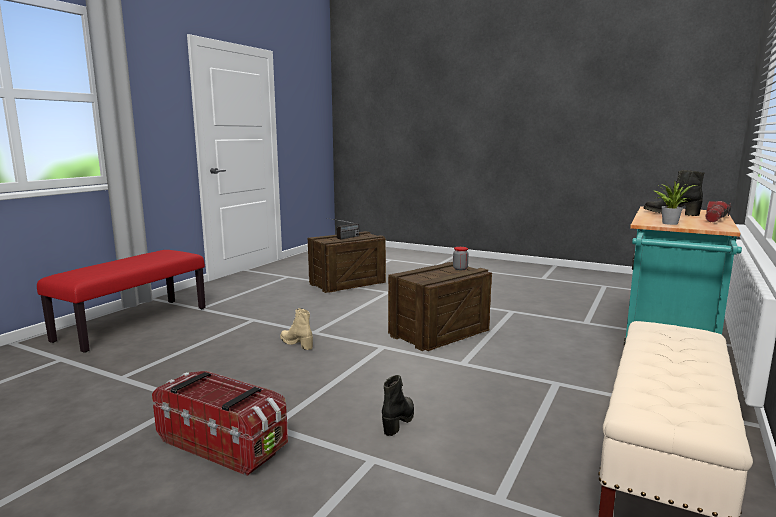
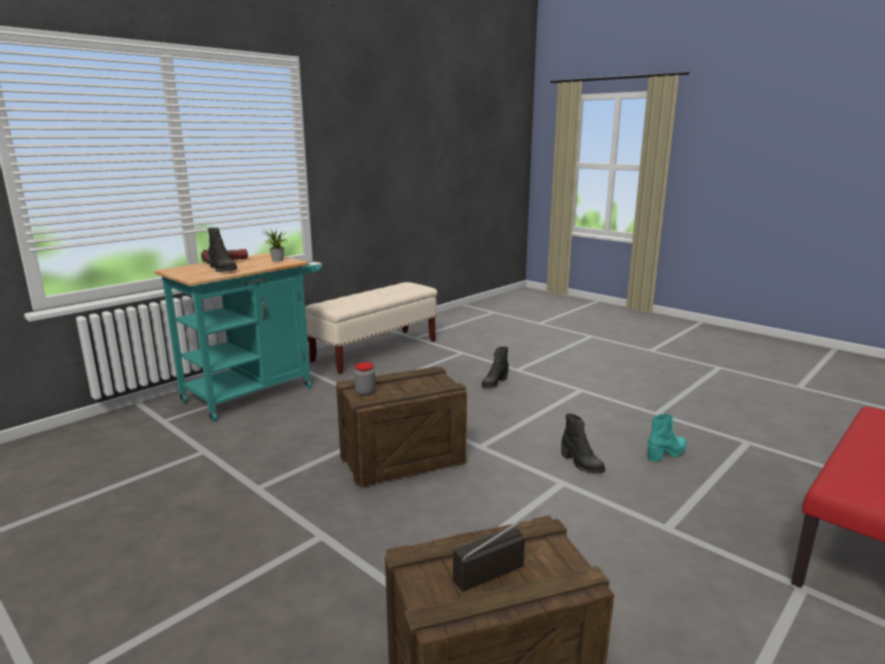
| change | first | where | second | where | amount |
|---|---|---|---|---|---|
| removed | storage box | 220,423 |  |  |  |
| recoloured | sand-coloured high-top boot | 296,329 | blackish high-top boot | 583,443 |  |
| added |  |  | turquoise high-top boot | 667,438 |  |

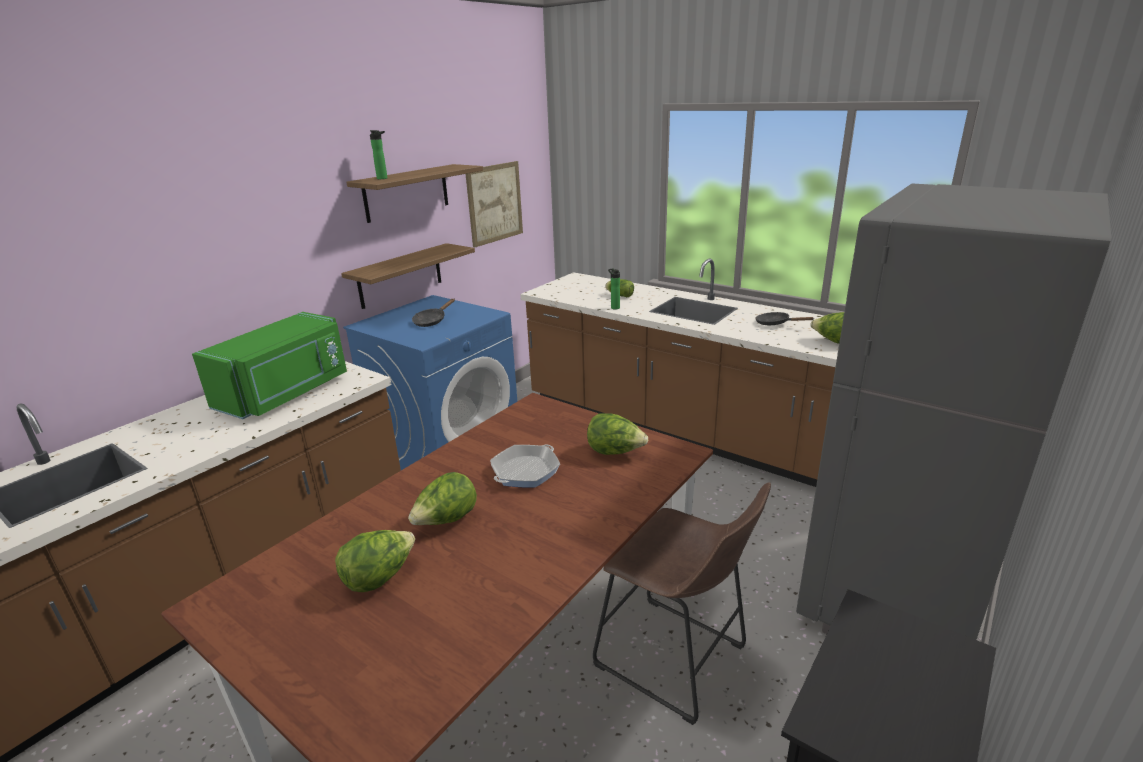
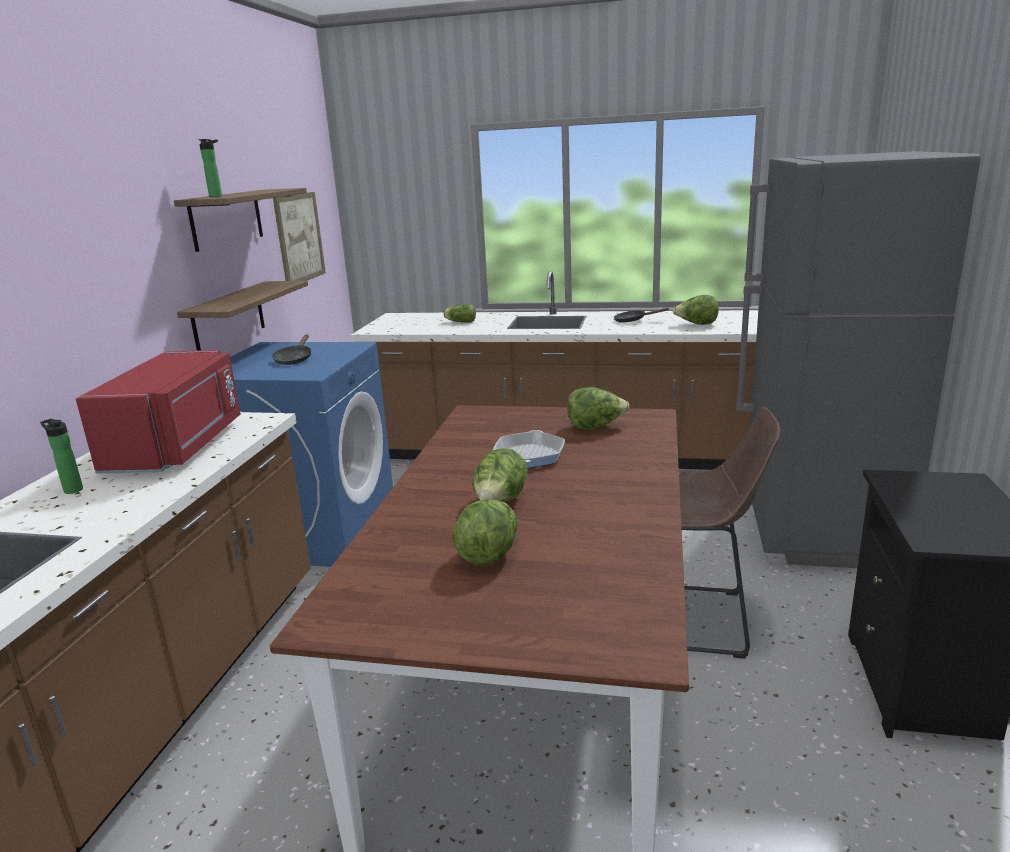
| change | first | where | second | where | amount |
|---|---|---|---|---|---|
| recoloured | green-coloured kitchen microwave | 269,365 | red kitchen microwave | 158,412 |  |
| moved | bottle | 614,289 |  | 61,456 |  |

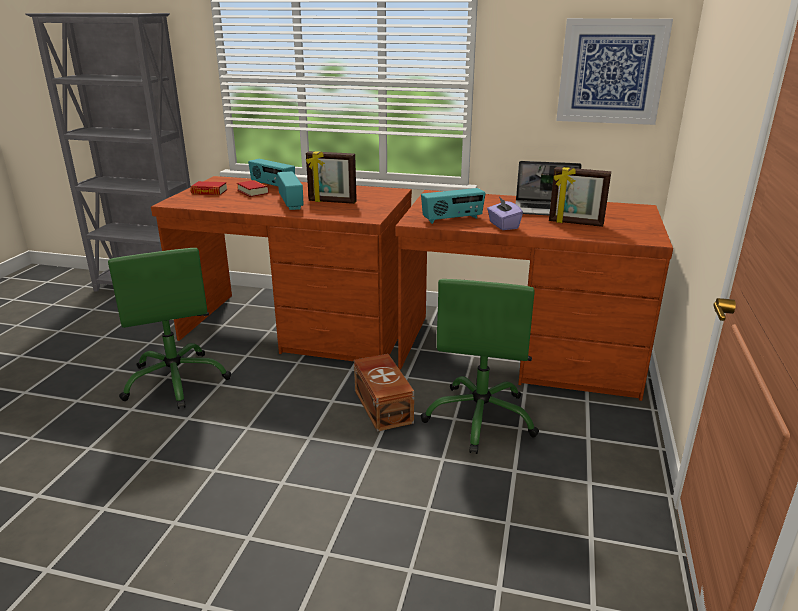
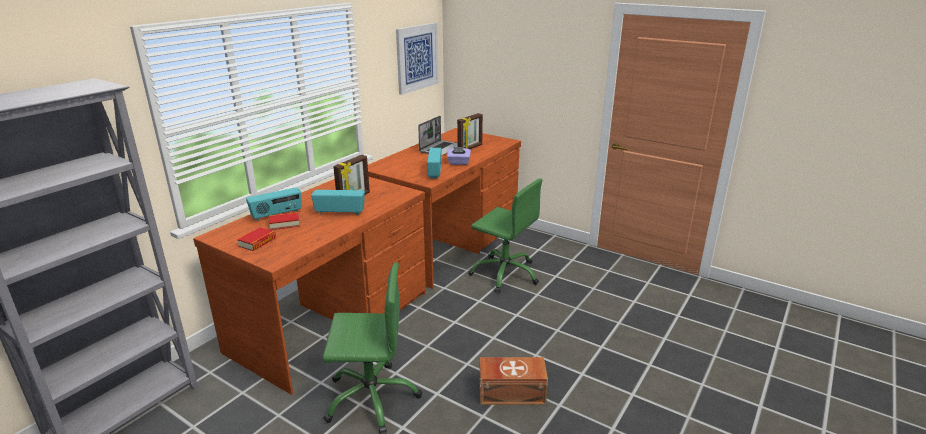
| change | first | where | second | where | amount |
|---|---|---|---|---|---|
| moved | brown-coloured storage box | 384,393 |  | 514,381 |  |

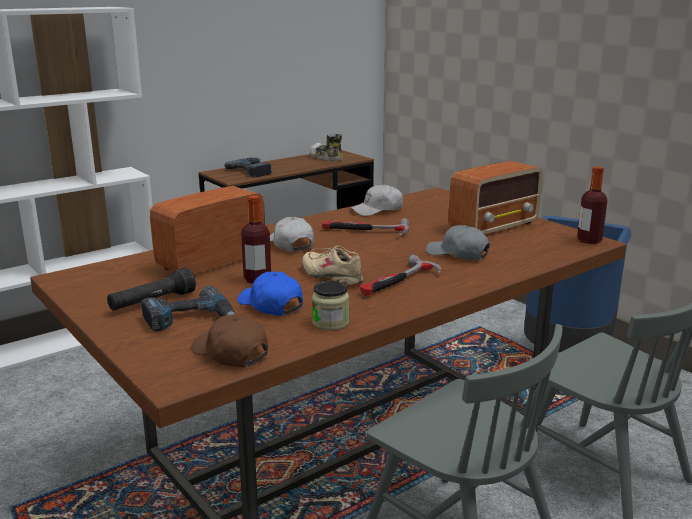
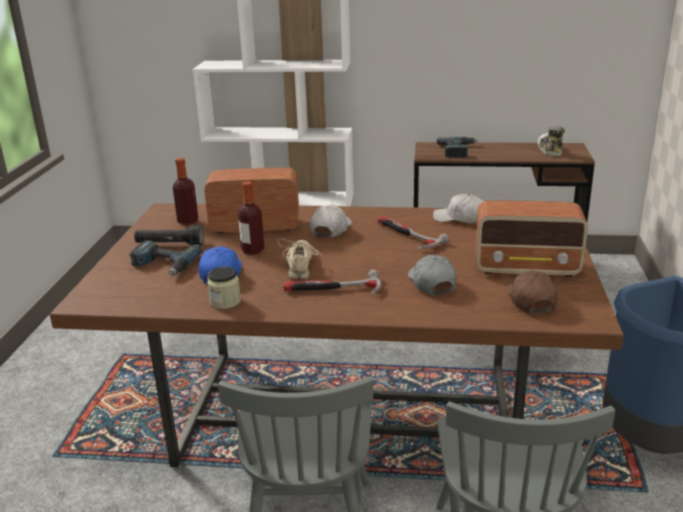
| change | first | where | second | where | amount |
|---|---|---|---|---|---|
| moved | brown-coloured baseball cap | 229,341 |  | 532,291 |  |
| moved | bottle | 592,205 |  | 185,191 |  |

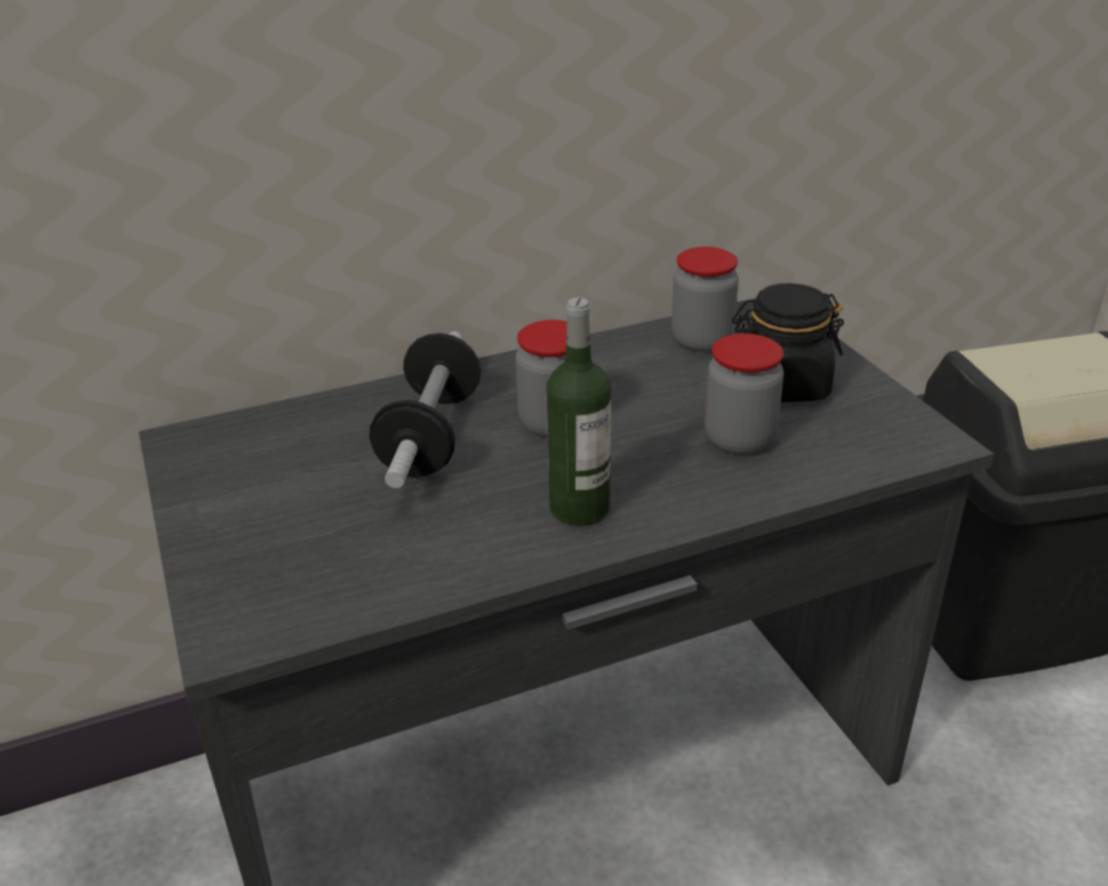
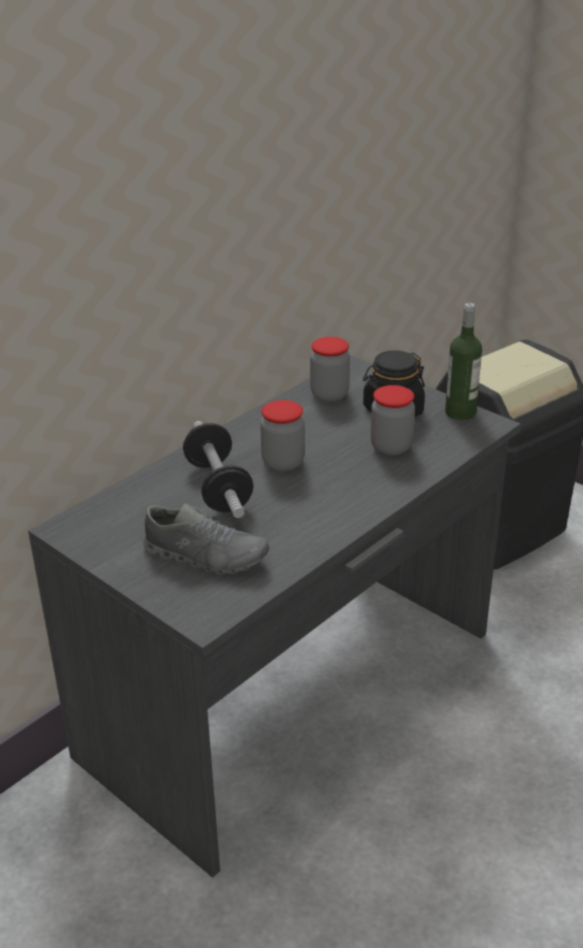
| change | first | where | second | where | amount |
|---|---|---|---|---|---|
| moved | bottle | 578,411 |  | 463,361 |  |
| added |  |  | grey low shoe | 206,539 |  |

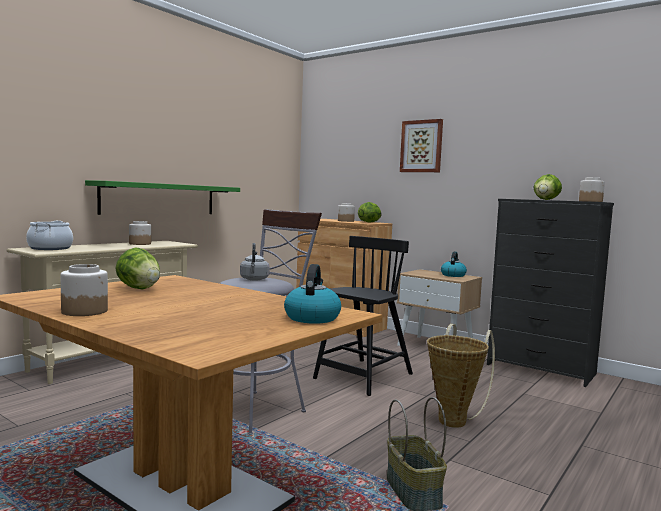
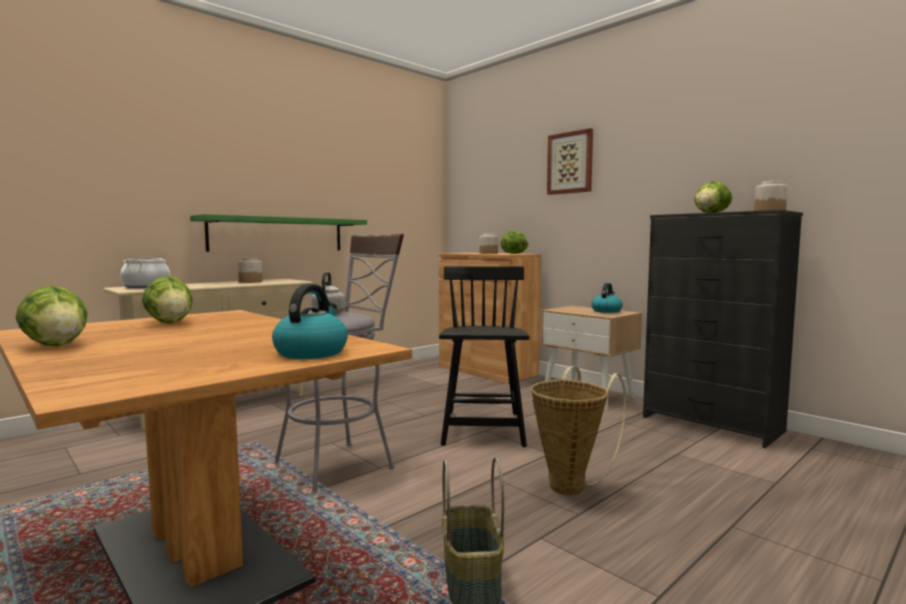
| change | first | where | second | where | amount |
|---|---|---|---|---|---|
| replaced | preserve jar | 84,290 | lettuce | 51,316 |  |
| turned | blackish plain chair | 363,316 |  | 484,356 | 45 degrees counterclockwise |

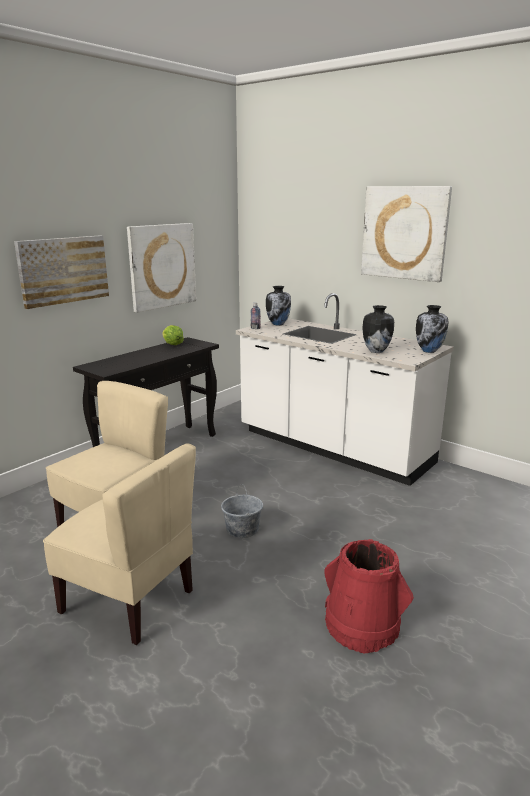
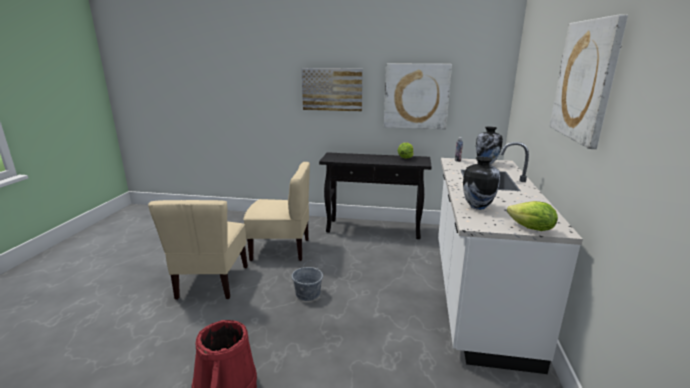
| change | first | where | second | where | amount |
|---|---|---|---|---|---|
| replaced | flower vase | 432,329 | lettuce | 532,216 |  |

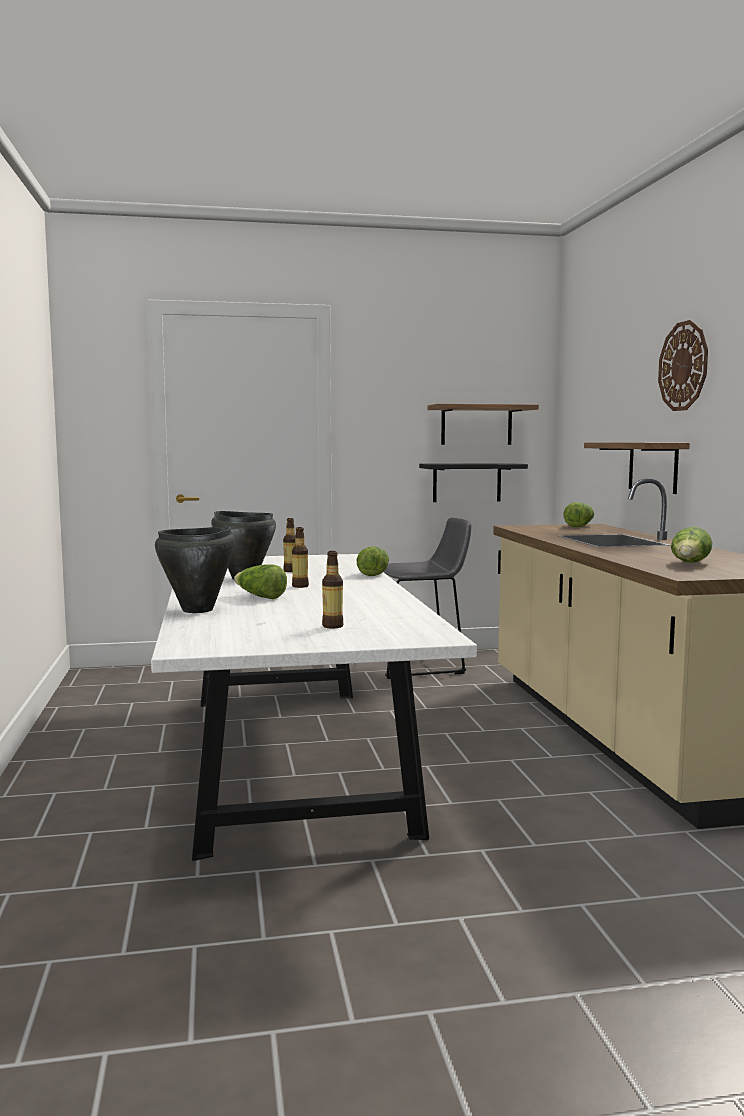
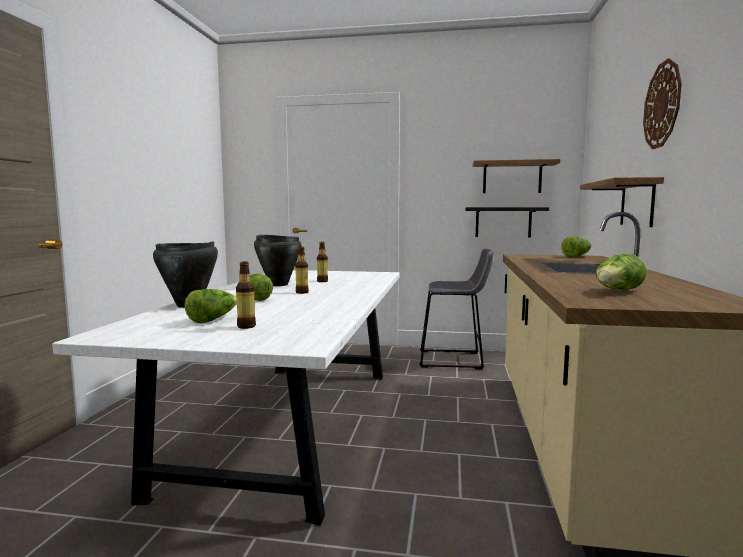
| change | first | where | second | where | amount |
|---|---|---|---|---|---|
| moved | lettuce | 373,561 |  | 211,306 |  |

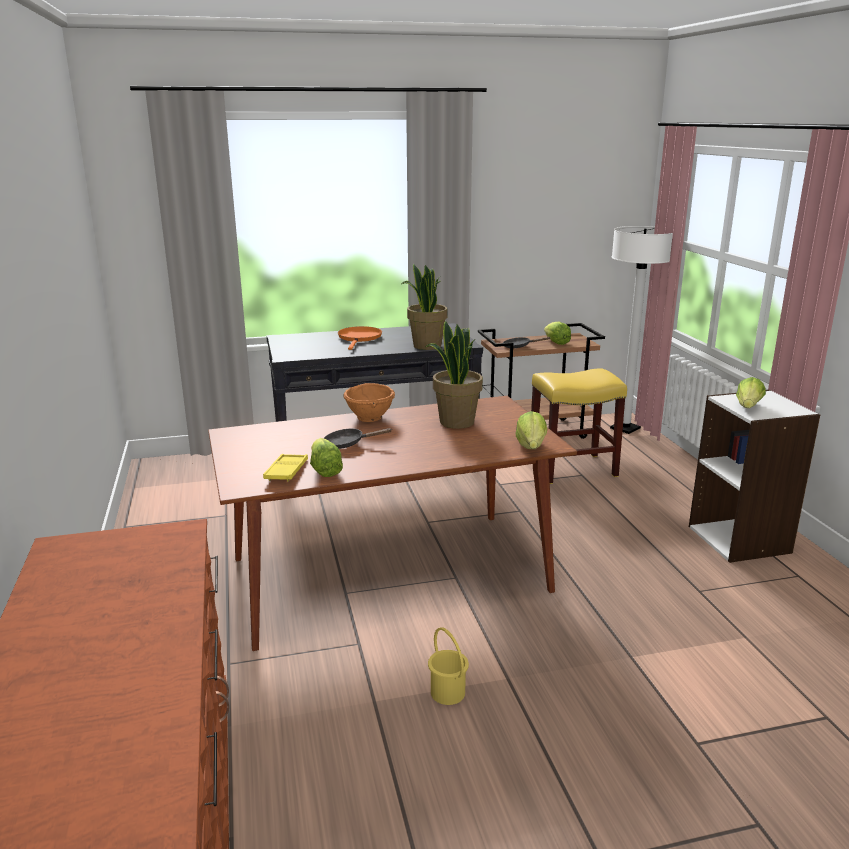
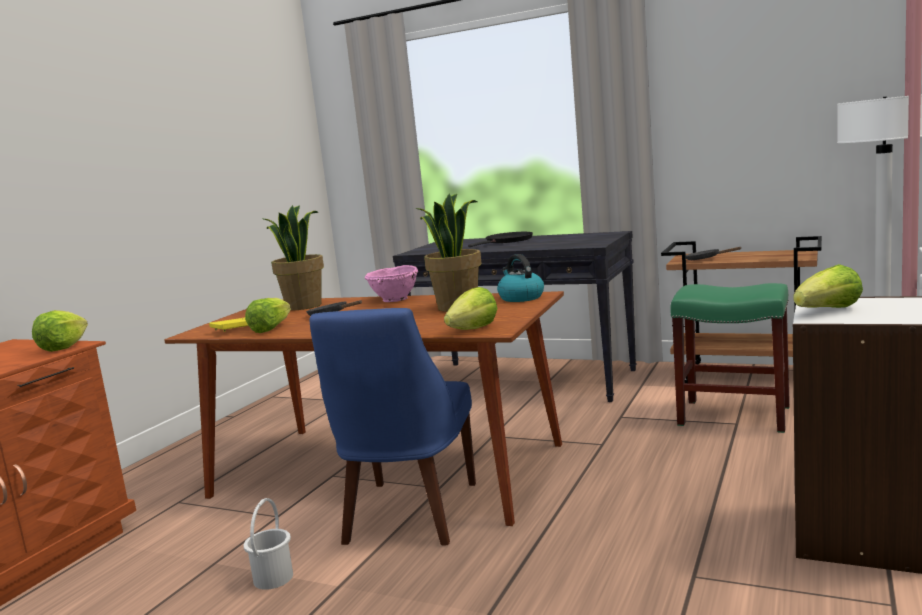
| change | first | where | second | where | amount |
|---|---|---|---|---|---|
| recoloured | orange-coloured skillet | 360,338 | blackish skillet | 500,239 |  |
| recoloured | orange-coloured serving bowl | 369,402 | pinkish serving bowl | 391,283 |  |
| moved | plant in a pot | 424,307 |  | 294,257 |  |
| recoloured | yellow-coloured bucket | 448,666 | whitish bucket | 268,544 |  |
| recoloured | yellow-coloured stool | 579,426 | green-coloured stool | 730,358 |  |
| moved | lettuce | 557,333 |  | 60,331 |  |
| added |  |  | blue plain chair | 392,426 |  |
| added |  |  | kettle | 520,278 |  |

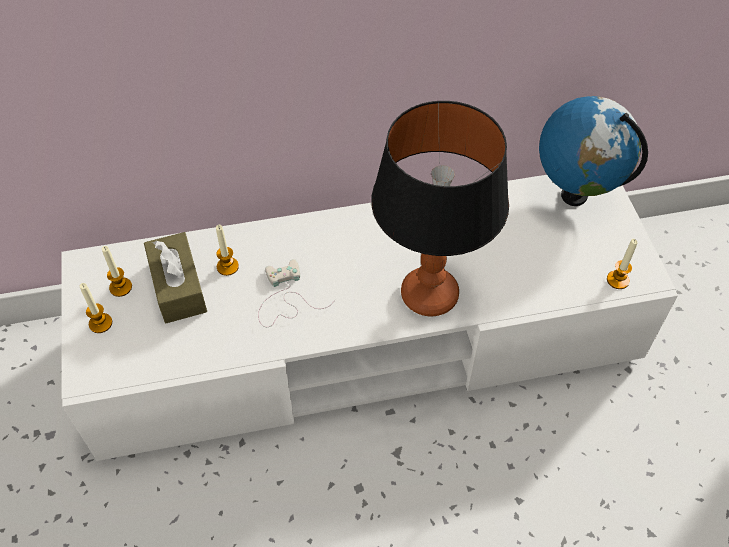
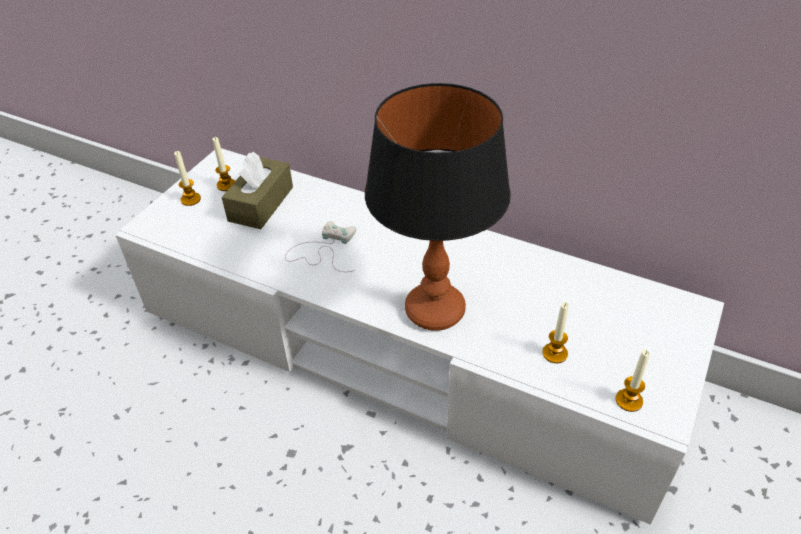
| change | first | where | second | where | amount |
|---|---|---|---|---|---|
| moved | wax light | 227,250 |  | 555,332 |  |
| removed | desk globe | 593,151 |  |  |  |

